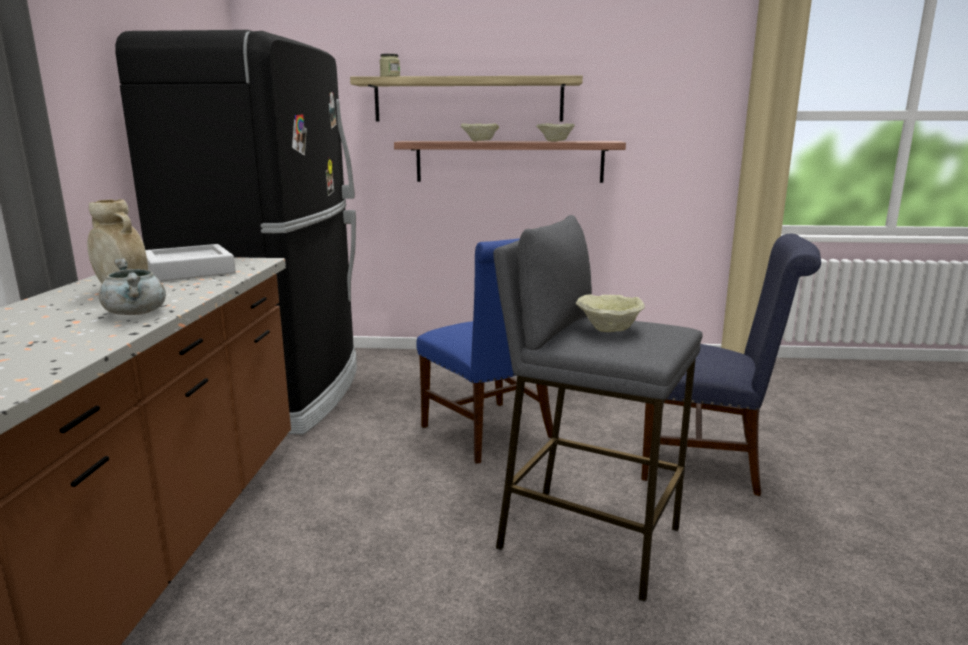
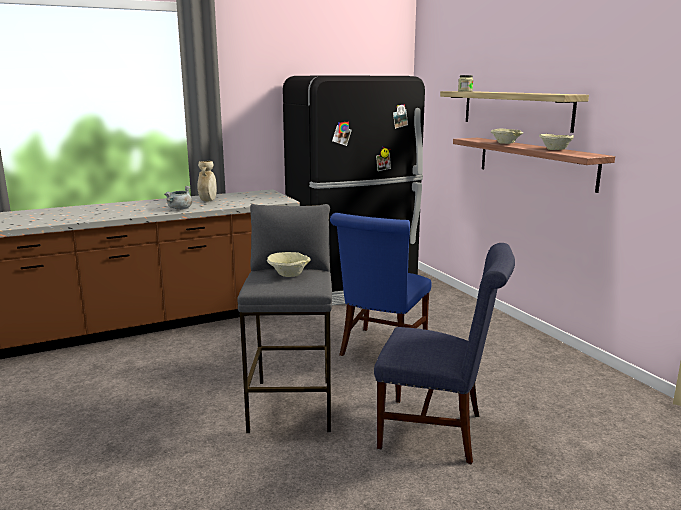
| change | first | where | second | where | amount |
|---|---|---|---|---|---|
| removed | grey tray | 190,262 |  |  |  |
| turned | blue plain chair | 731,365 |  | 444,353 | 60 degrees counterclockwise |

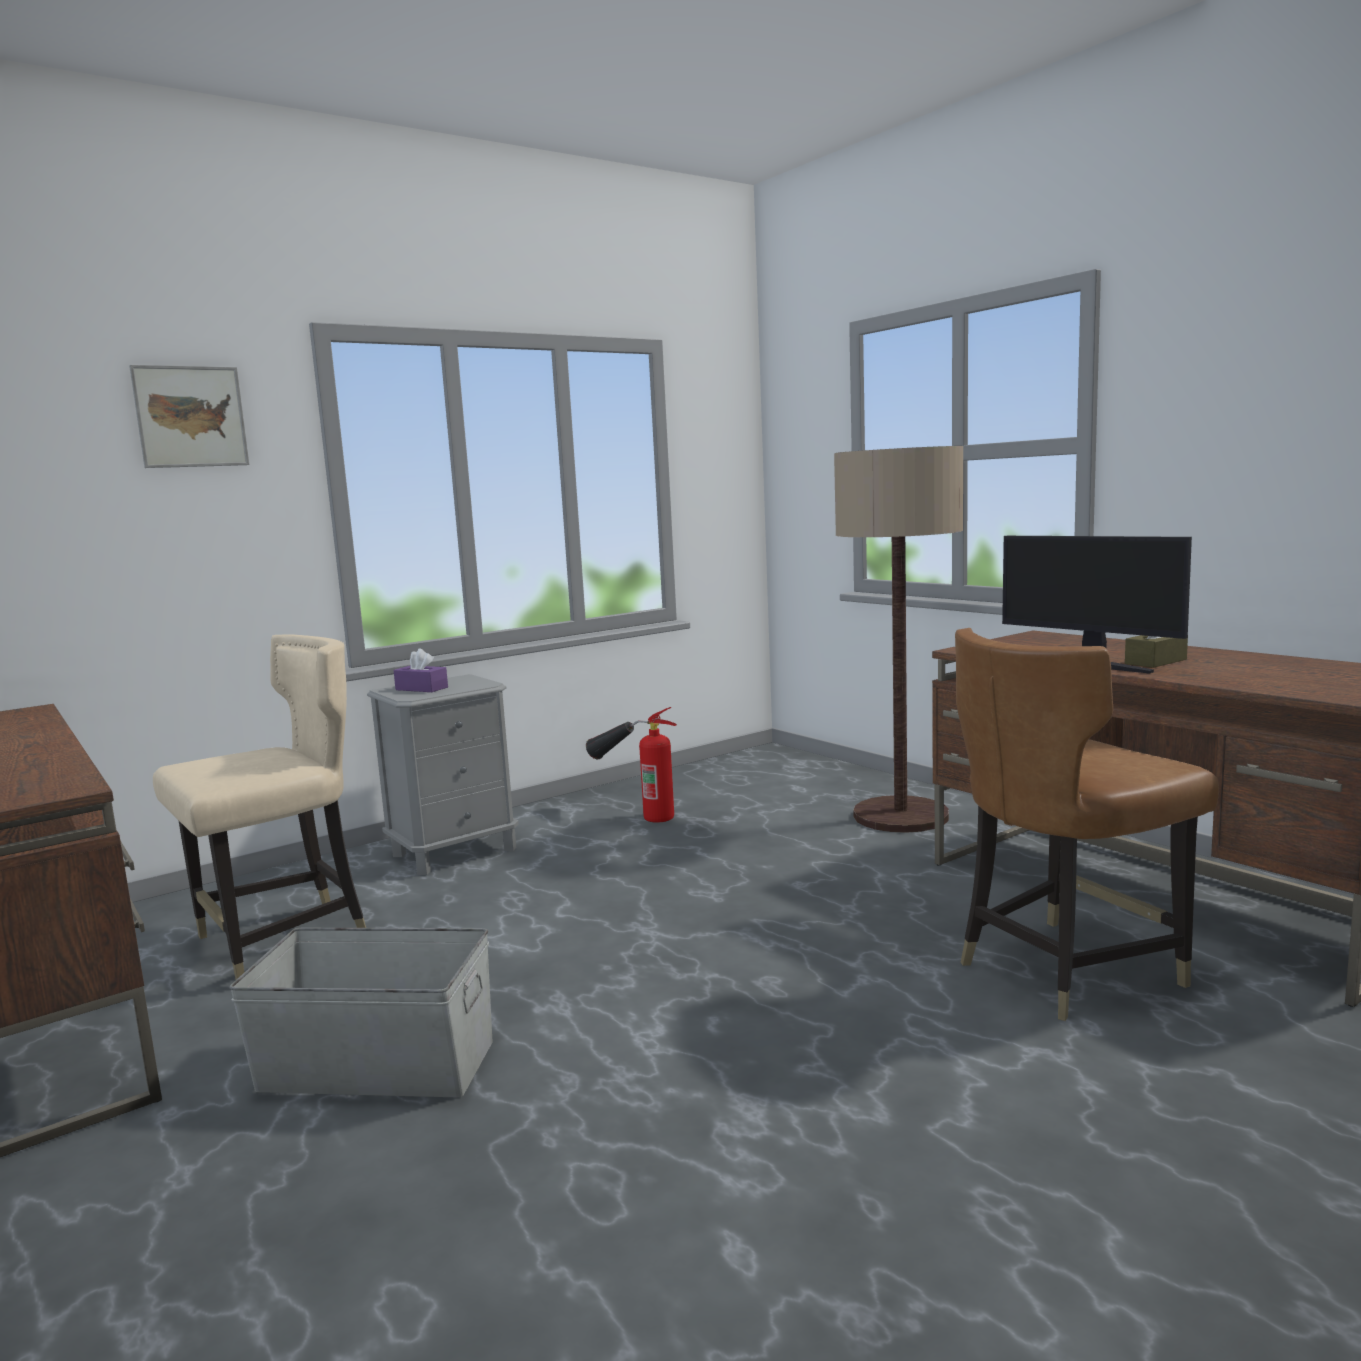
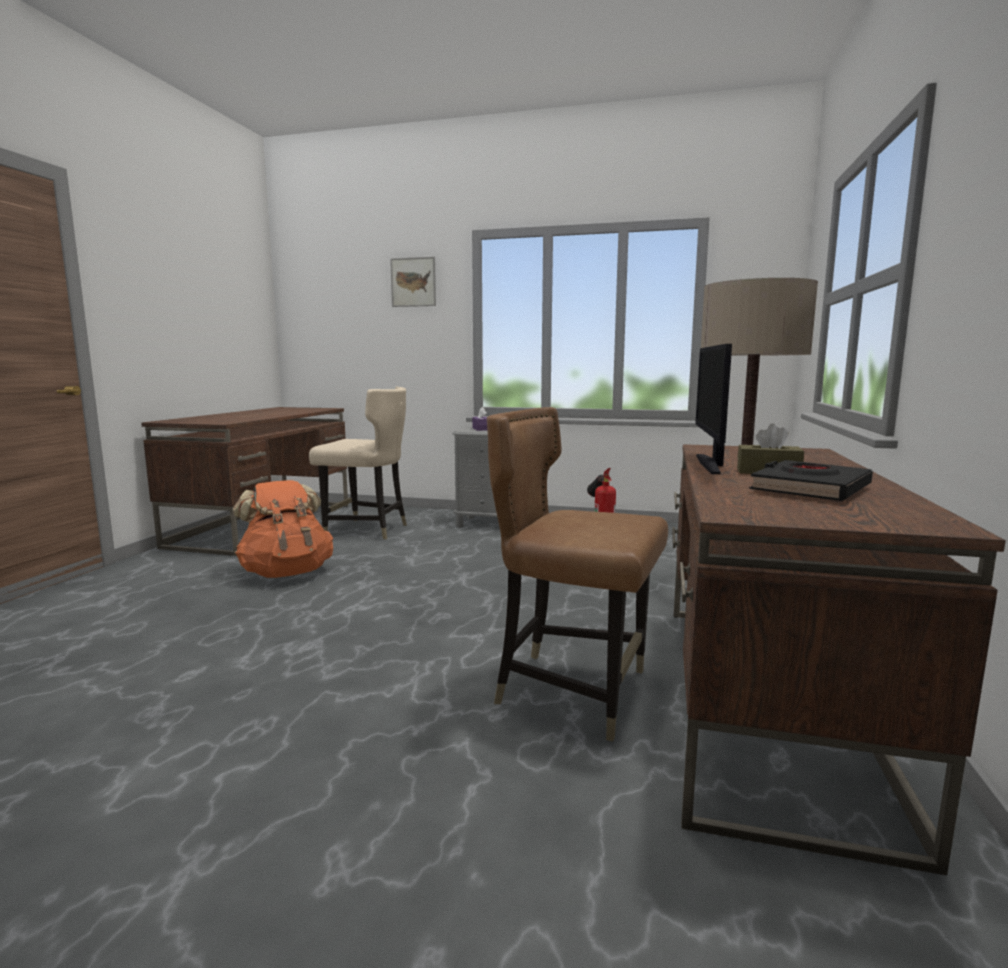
| change | first | where | second | where | amount |
|---|---|---|---|---|---|
| replaced | grey storage box | 361,1012 | orange-coloured rucksack | 283,529 |  |
| added |  |  | blackish book | 811,480 |  |

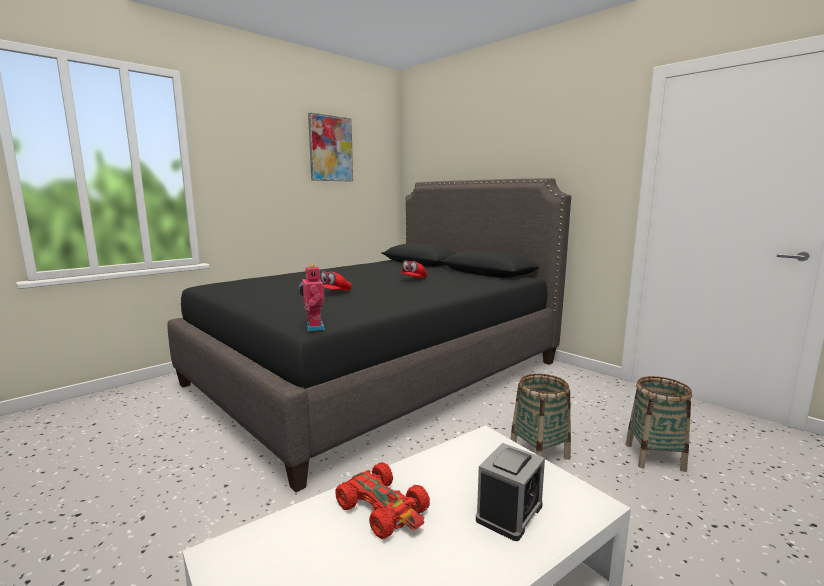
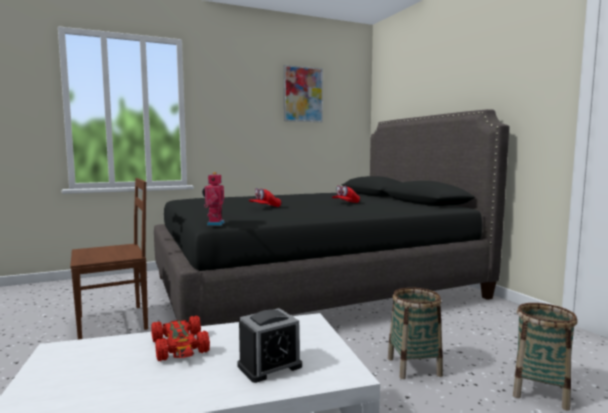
| change | first | where | second | where | amount |
|---|---|---|---|---|---|
| added |  |  | brown-coloured plain chair | 109,259 |  |

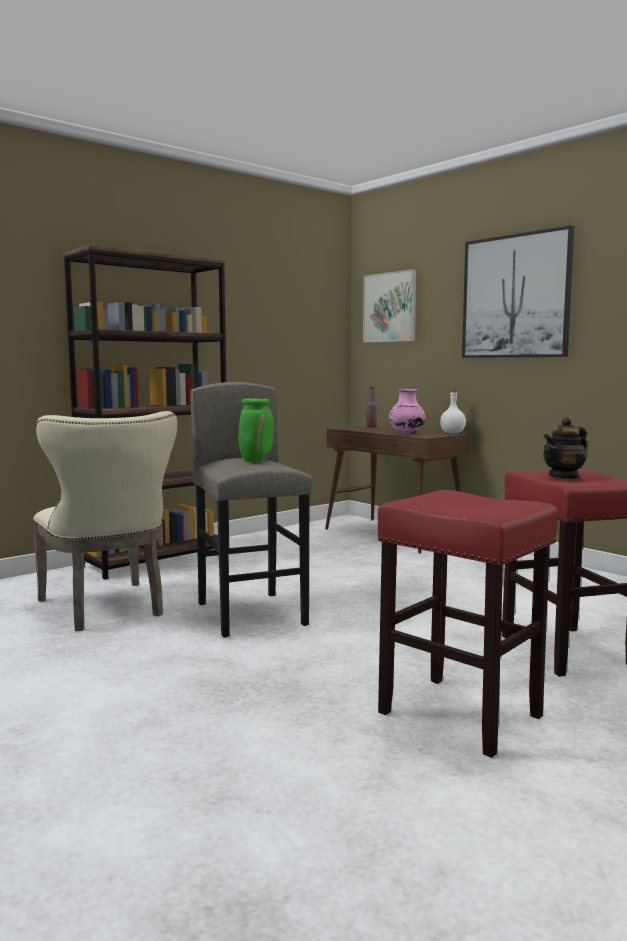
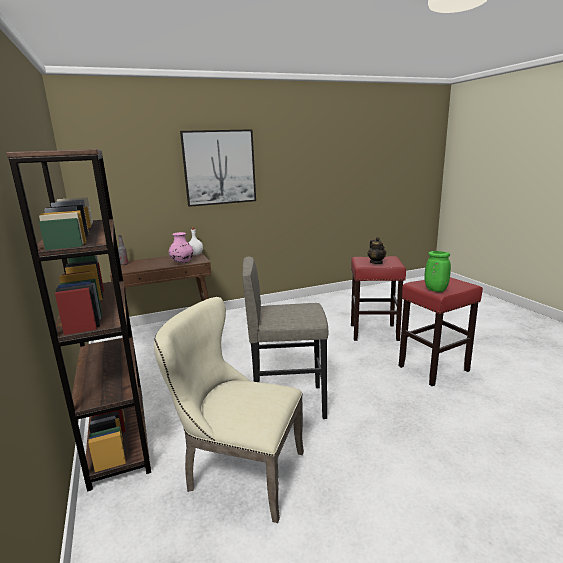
| change | first | where | second | where | amount |
|---|---|---|---|---|---|
| turned | sand-coloured plain chair | 105,521 |  | 229,410 | 150 degrees counterclockwise |
| moved | green-coloured flower vase | 256,430 |  | 437,271 |  |
| removed | wall art | 389,306 |  |  |  |

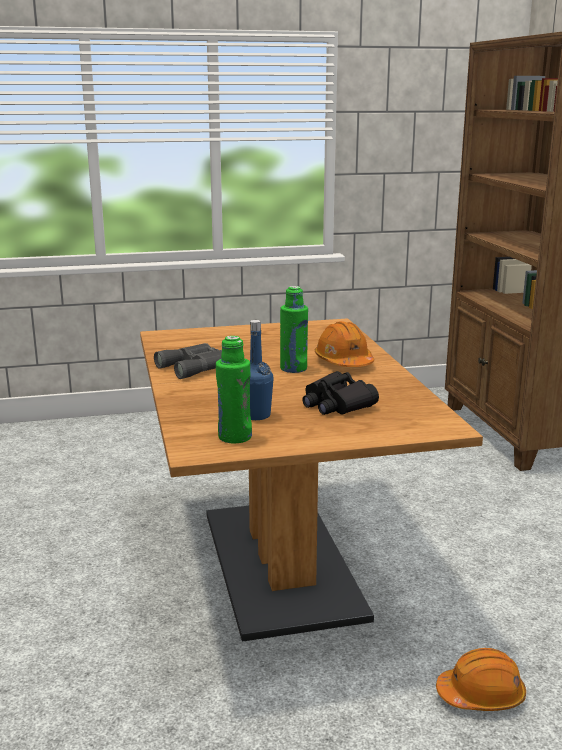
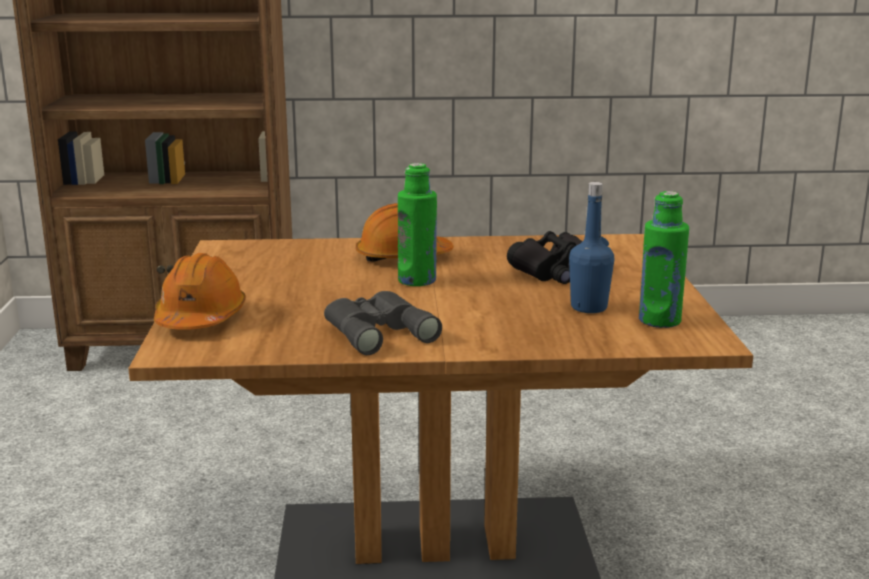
| change | first | where | second | where | amount |
|---|---|---|---|---|---|
| moved | orange-coloured hard hat | 481,679 |  | 200,291 |  |

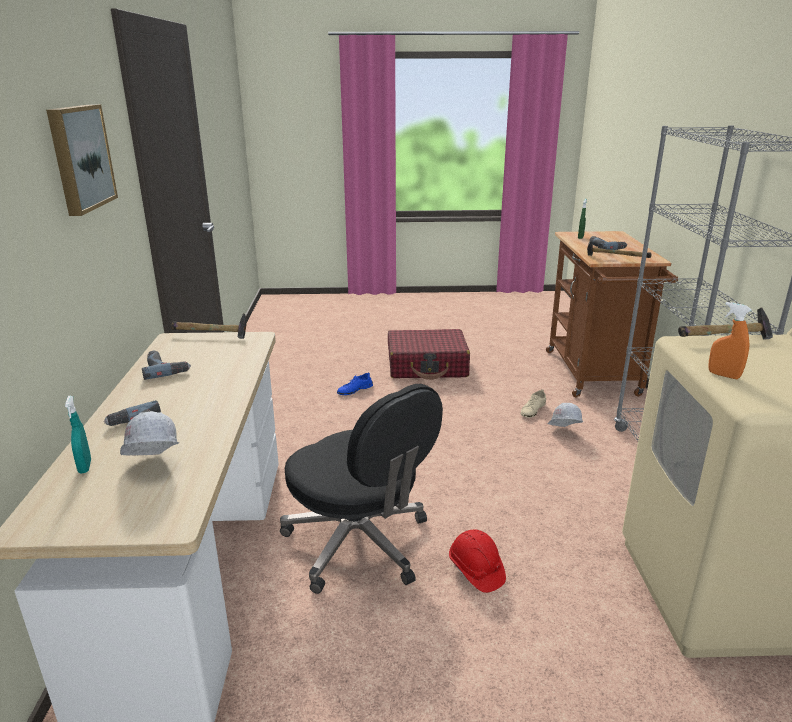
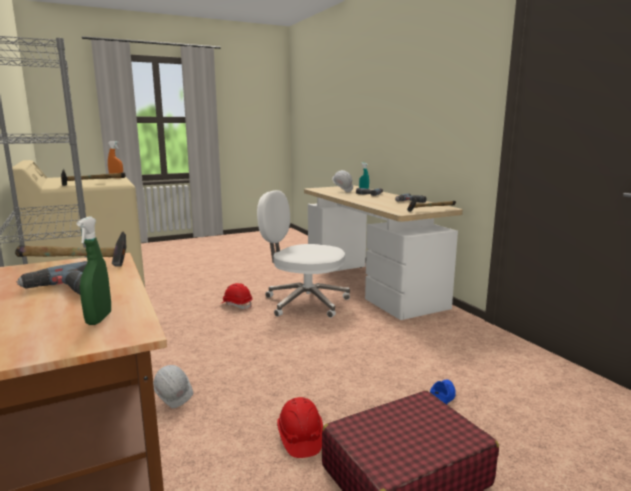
| change | first | where | second | where | amount |
|---|---|---|---|---|---|
| removed | wall art | 82,160 |  |  |  |
| recoloured | blackish desk chair | 361,489 | whitish desk chair | 303,254 |  |
| removed | sand-coloured low shoe | 533,403 |  |  |  |
| added |  |  | red hard hat | 300,427 |  |

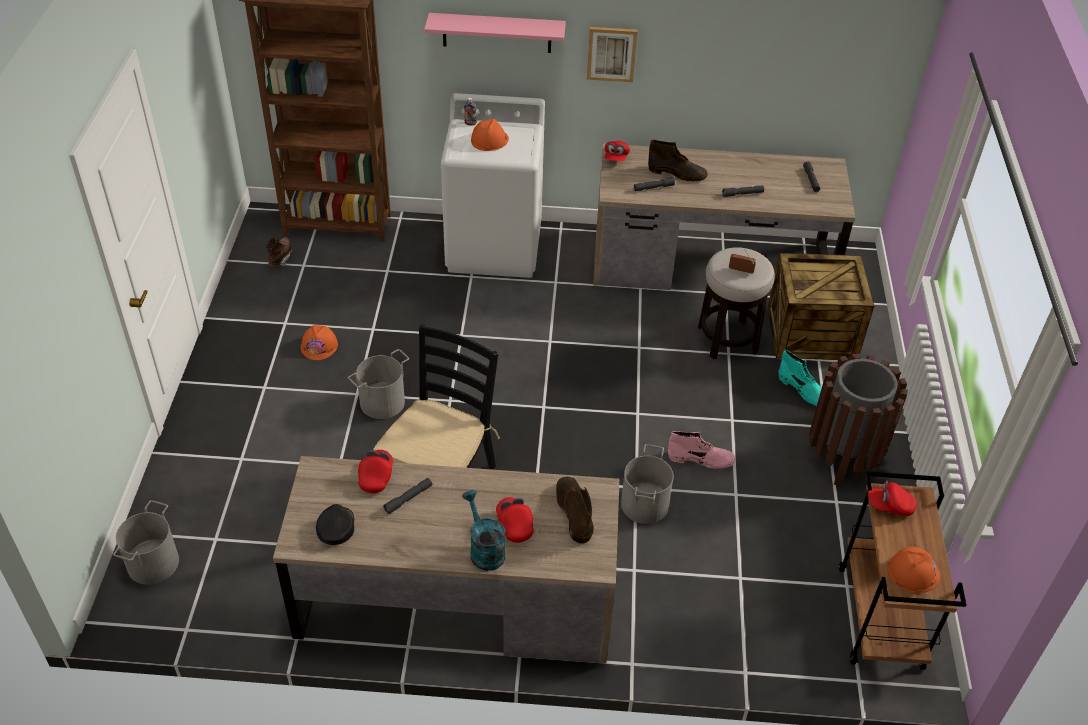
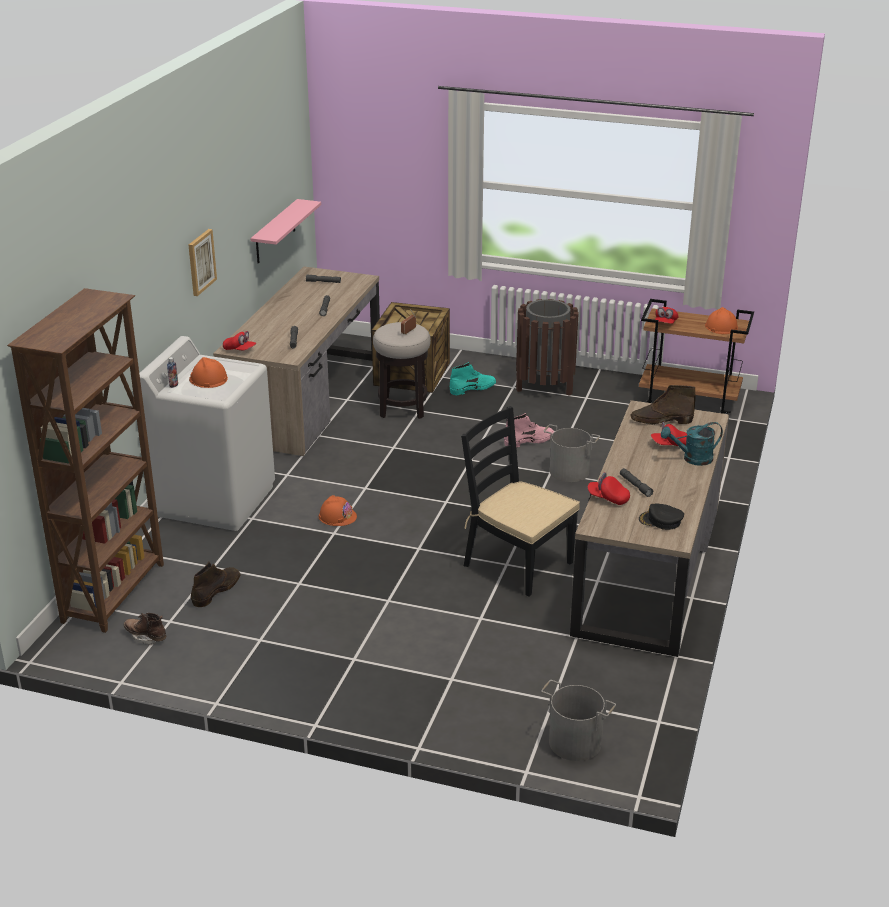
| change | first | where | second | where | amount |
|---|---|---|---|---|---|
| moved | orange-coloured hard hat | 319,342 |  | 338,510 |  |
| removed | grey bucket | 378,384 |  |  |  |
| moved | pinkish bracket shelf | 495,33 |  | 285,231 |  |
| moved | brown-coloured high-top boot | 678,161 |  | 215,584 |  |
| turned | pinkish high-top boot | 701,450 |  | 529,430 | 45 degrees clockwise |

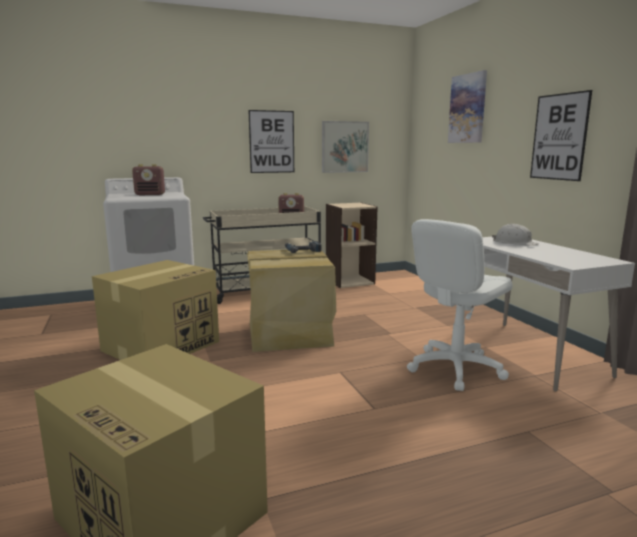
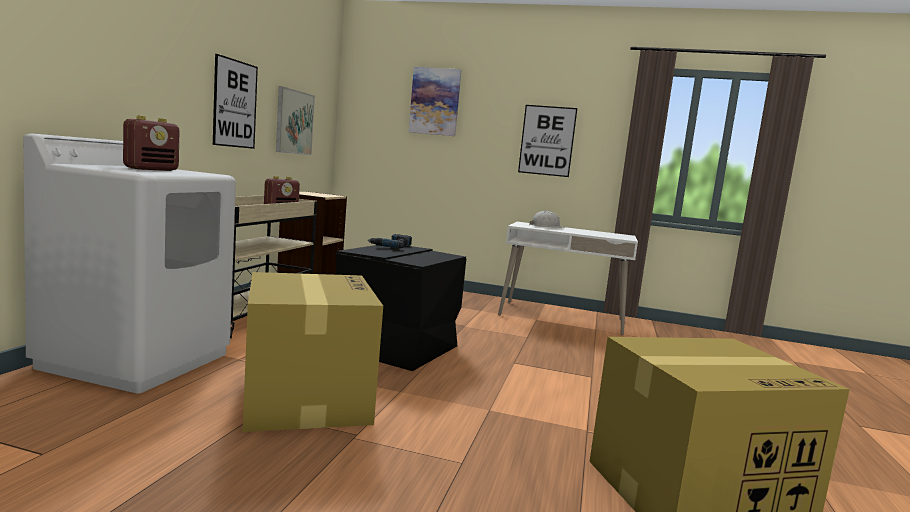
| change | first | where | second | where | amount |
|---|---|---|---|---|---|
| recoloured | sand-coloured storage box | 291,300 | blackish storage box | 401,308 |  |
| removed | whitish desk chair | 460,305 |  |  |  |

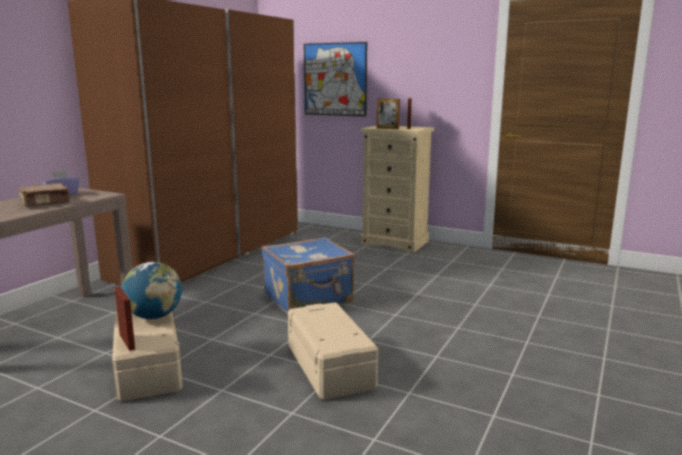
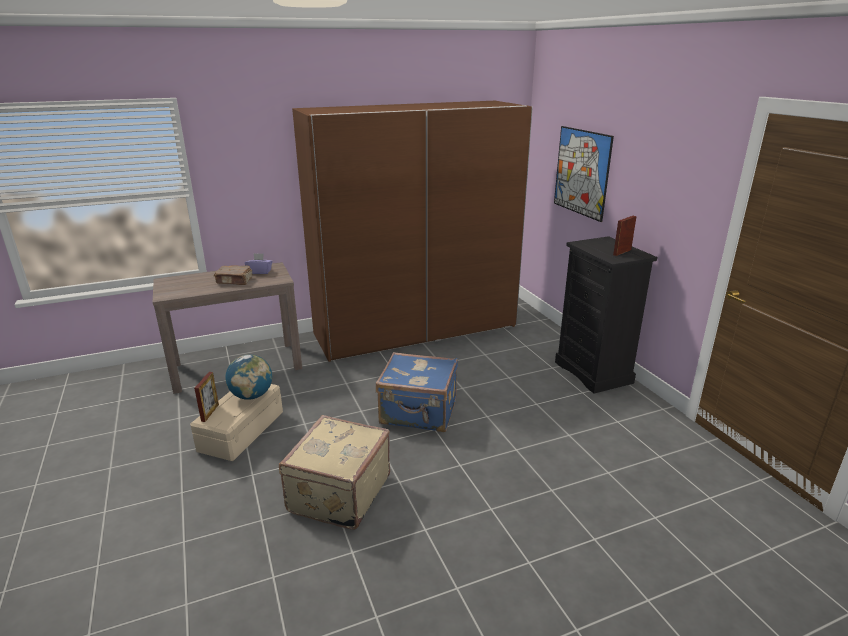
| change | first | where | second | where | amount |
|---|---|---|---|---|---|
| replaced | sand-coloured storage box | 333,351 | sand-coloured travel case | 334,472 |  |
| recoloured | sand-coloured drawer chest | 397,189 | blackish drawer chest | 606,314 |  |
| removed | photo frame | 388,113 |  |  |  |

